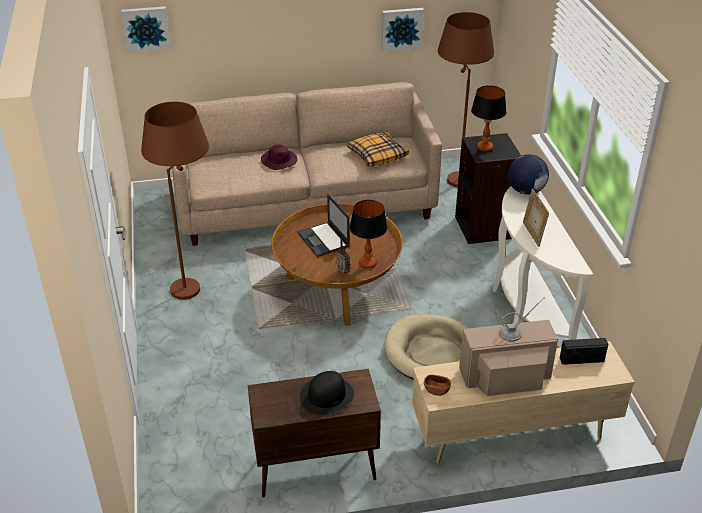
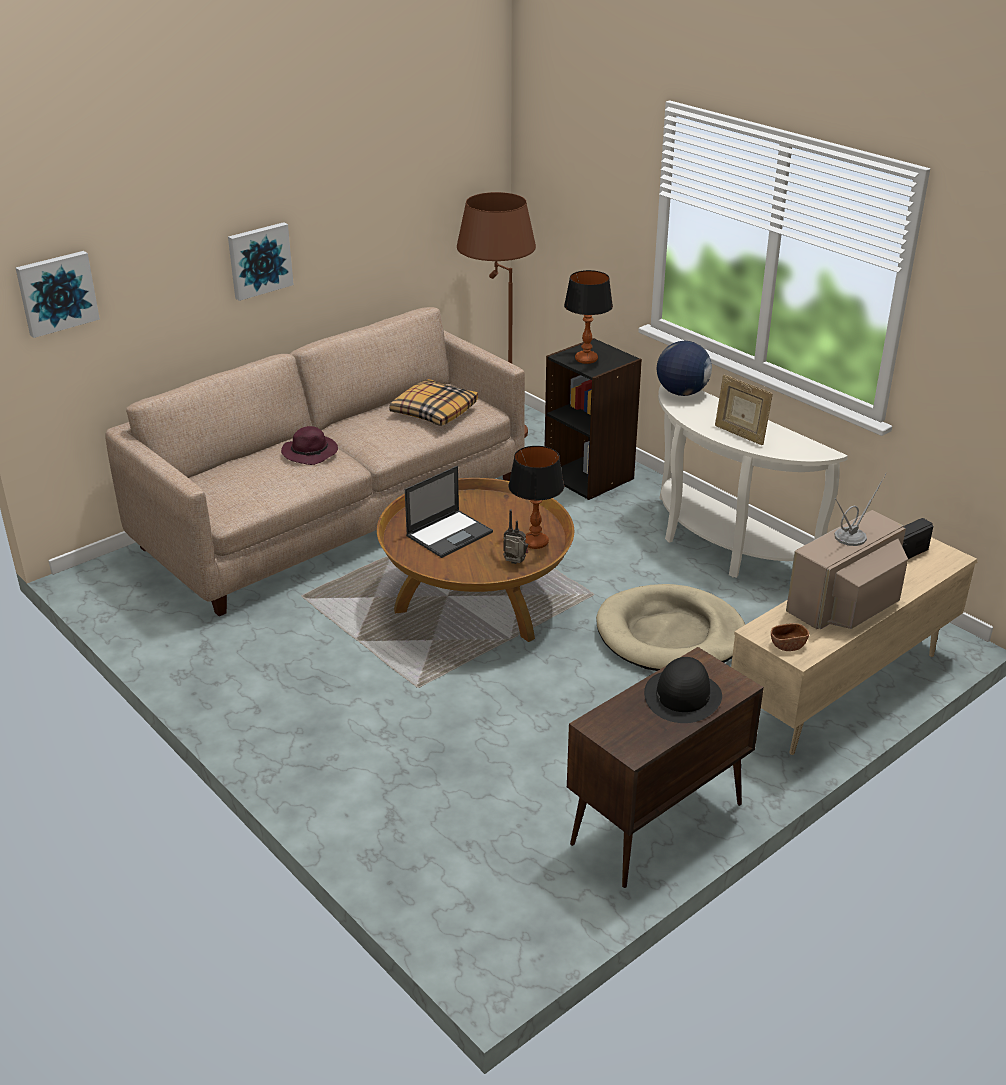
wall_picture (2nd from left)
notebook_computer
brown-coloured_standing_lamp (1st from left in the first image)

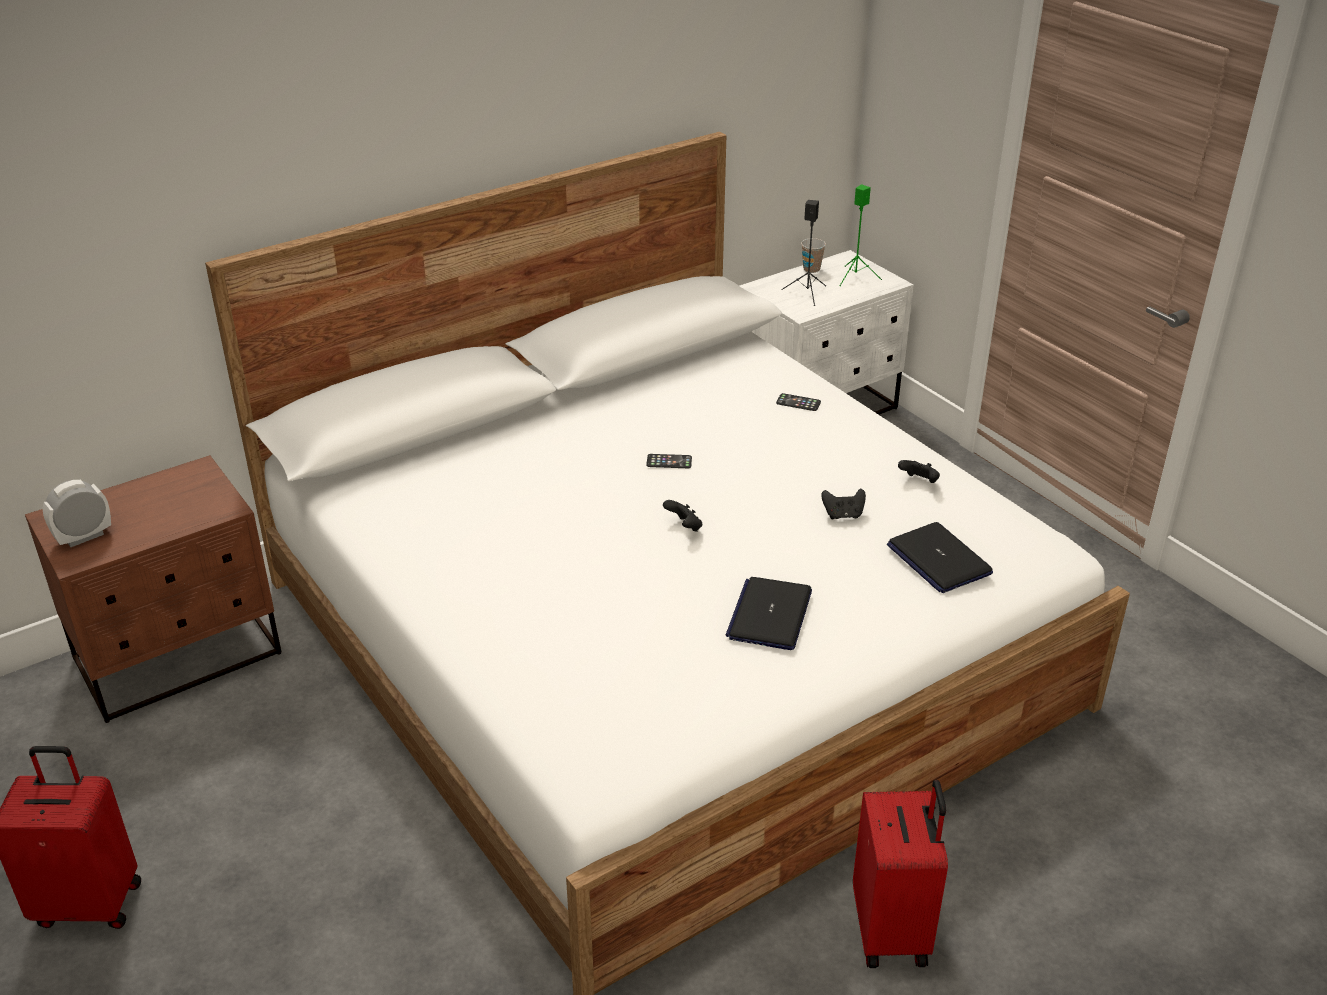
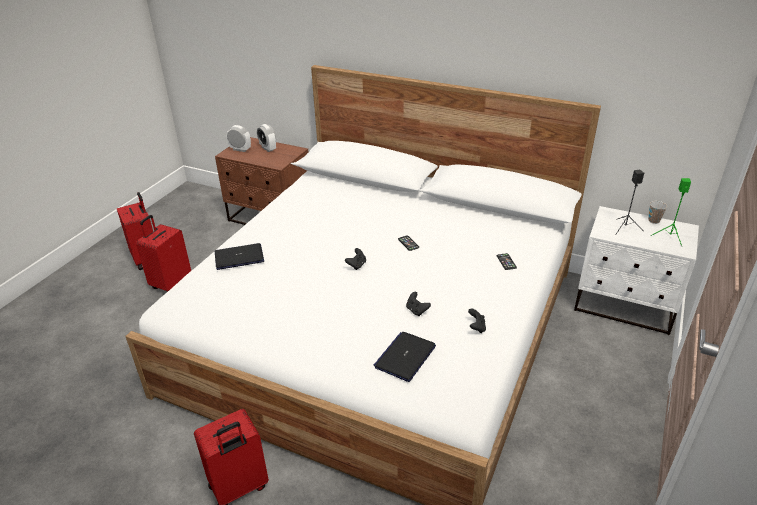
red-coloured_suitcase (2nd from left)
notebook_computer (1st from left)
alarm_clock (2nd from left)

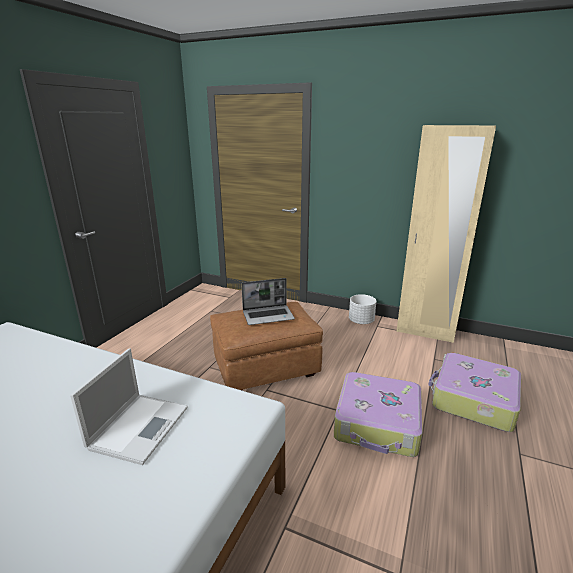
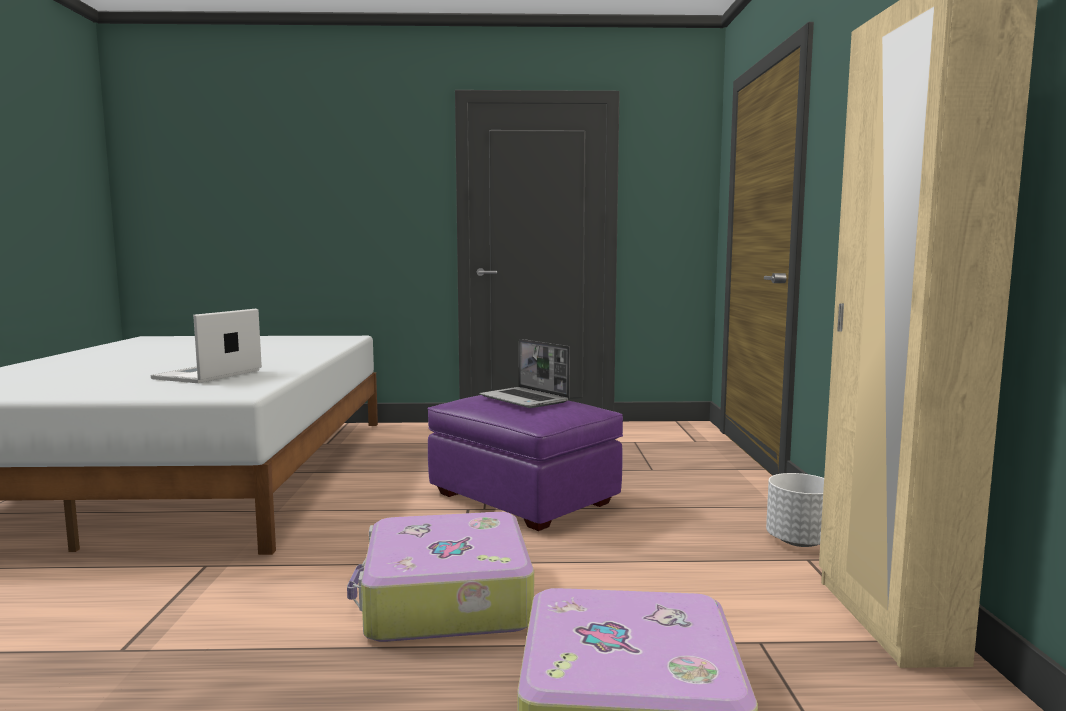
notebook_computer (1st from left)
purple-coloured_footrest

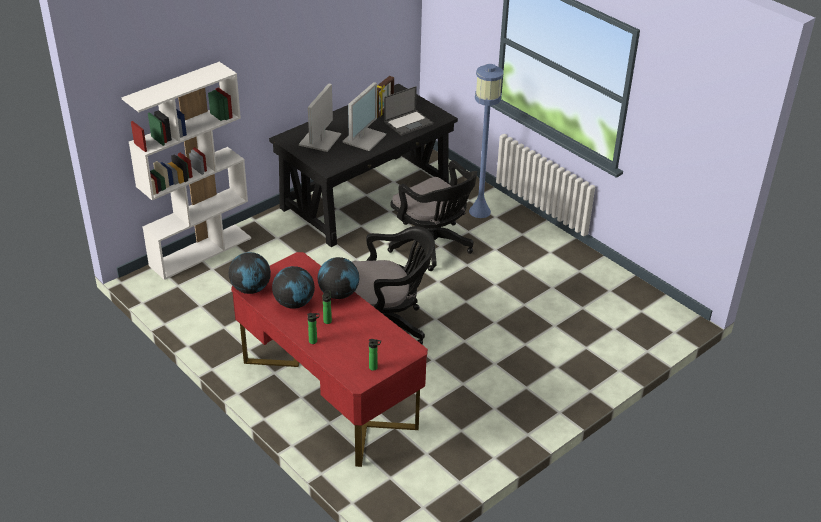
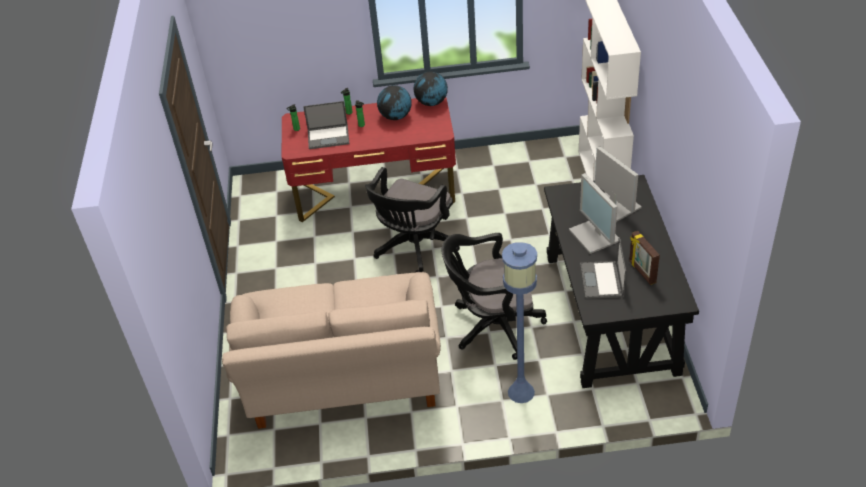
sand-coloured_sofa
notebook_computer (1st from left)
globe (3rd from left in the first image)

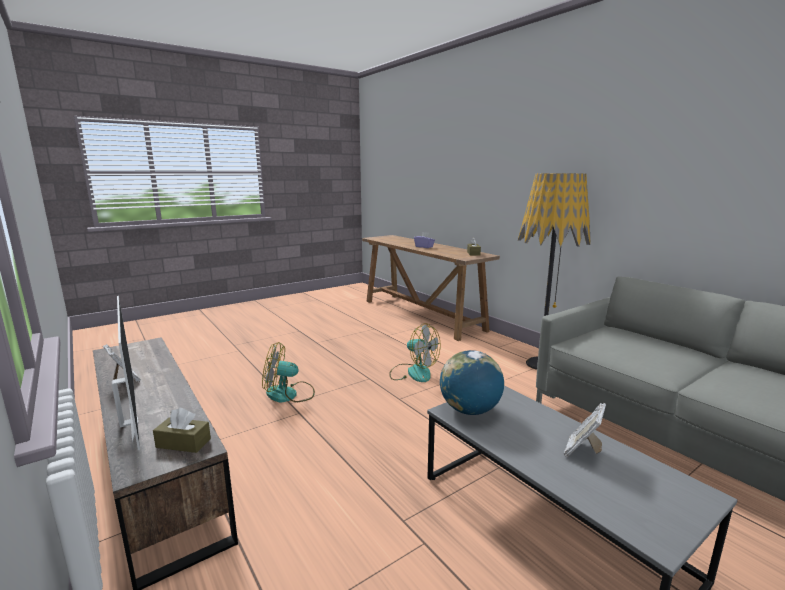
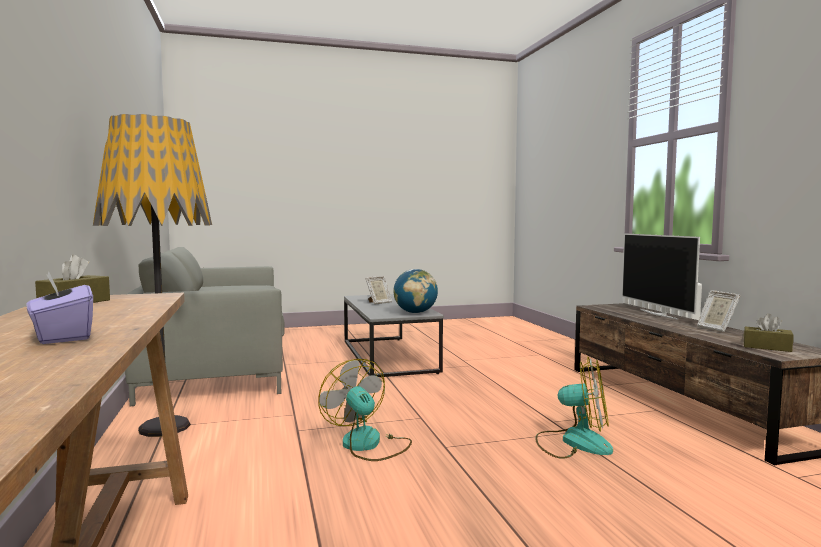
brown-coloured_box_of_tissues (2nd from left)

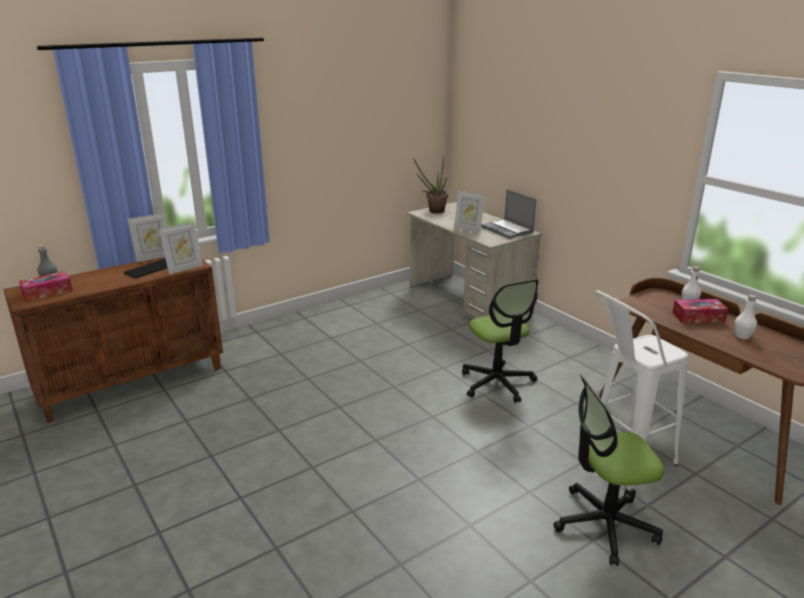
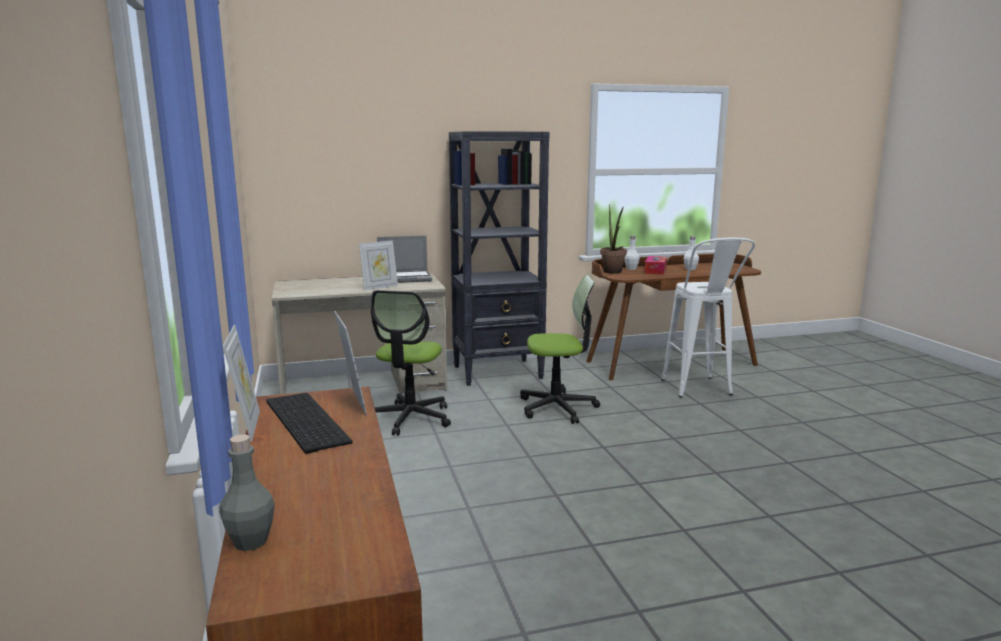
desk_chair (1st from left)
black_bookcase
houseplant
box_of_tissues (1st from left in the first image)

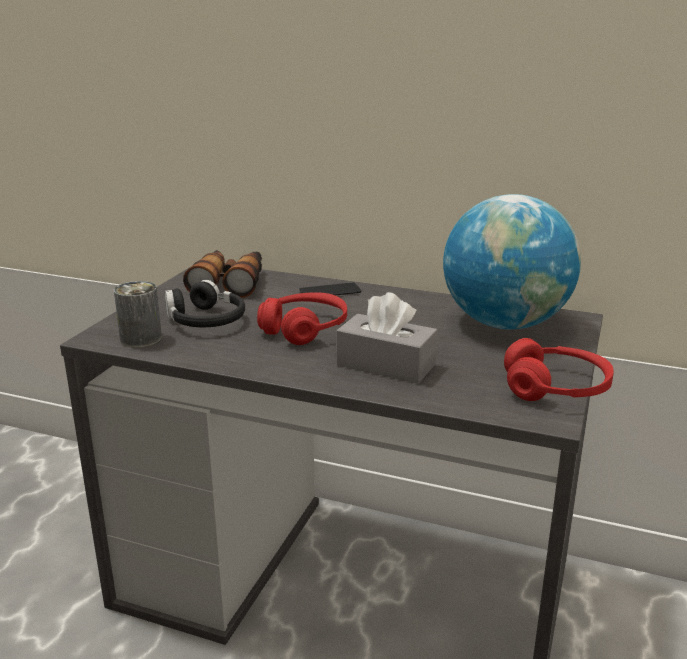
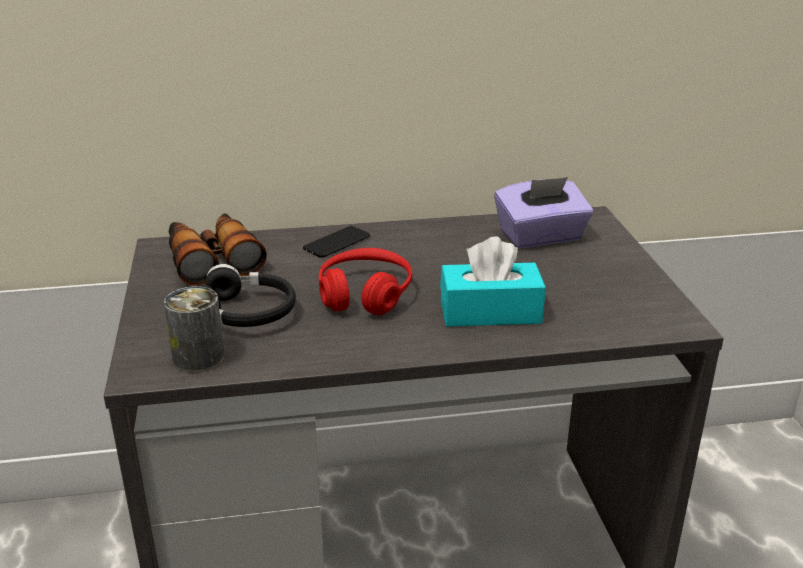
turquoise_box_of_tissues
purple-coloured_box_of_tissues
red-coloured_pair_of_headphones (2nd from left in the first image)

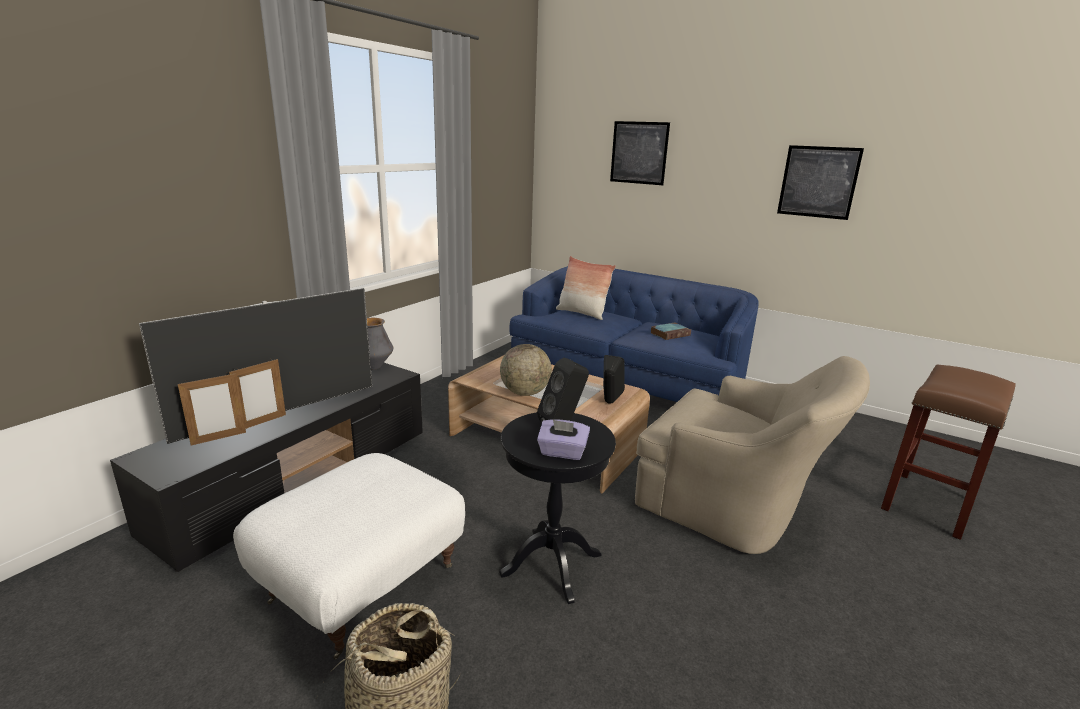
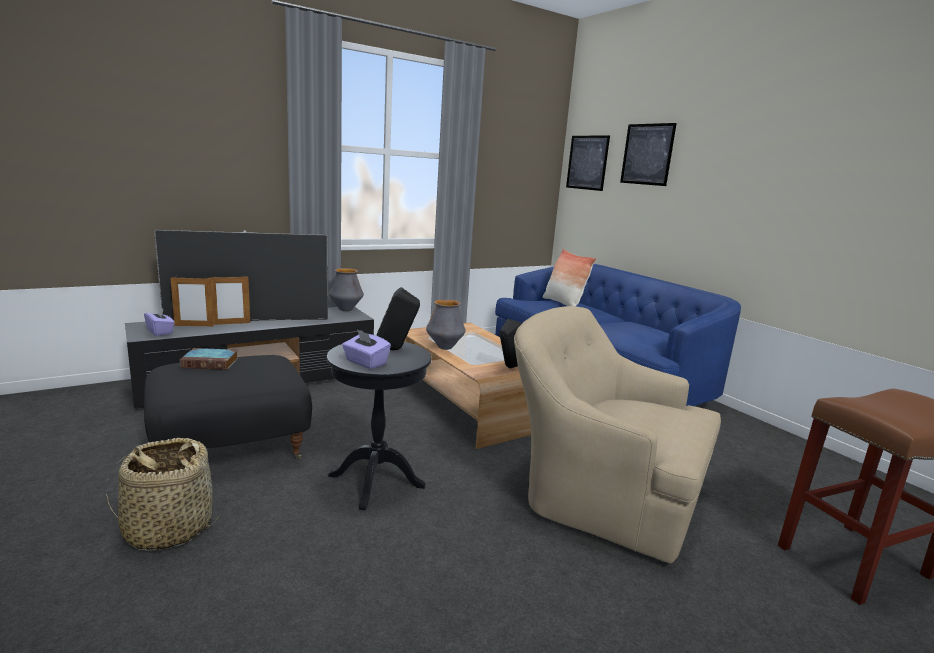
purple-coloured_box_of_tissues (1st from left)
black_footrest
bound_book
decorative_vase (2nd from left)
sand-coloured_armchair
wall_picture (1st from left)

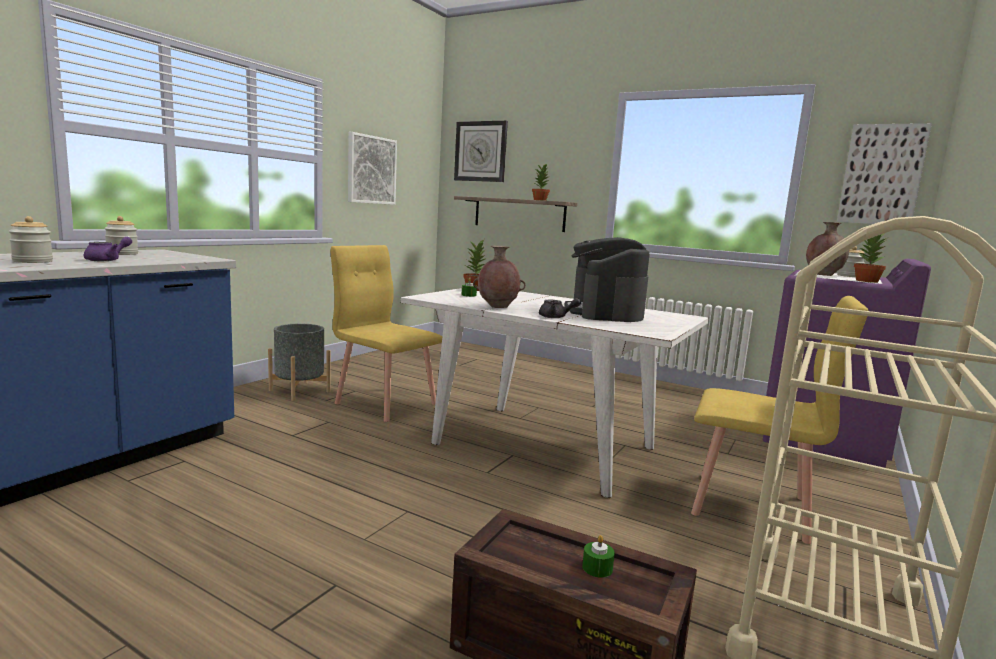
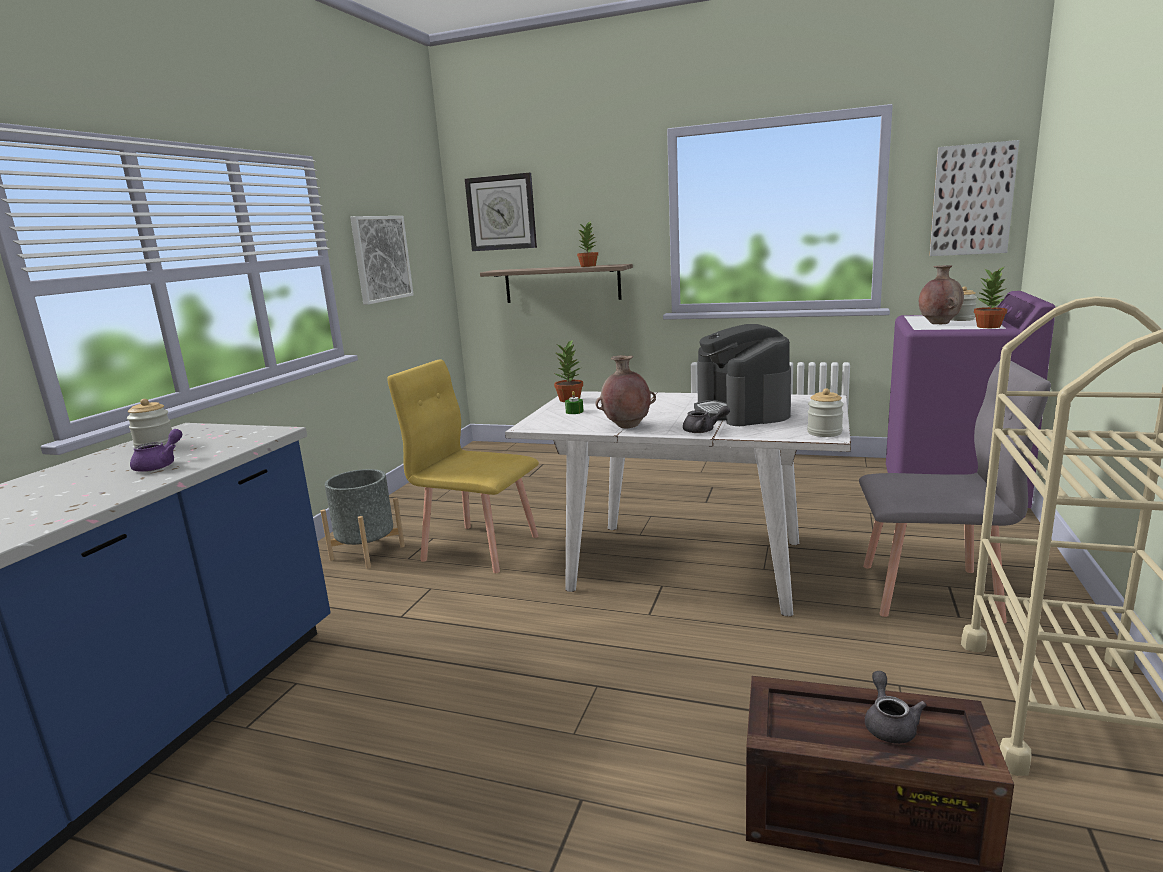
storage_jar (2nd from left)
greyish_upright_chair
greyish_tea_pot (2nd from left)

